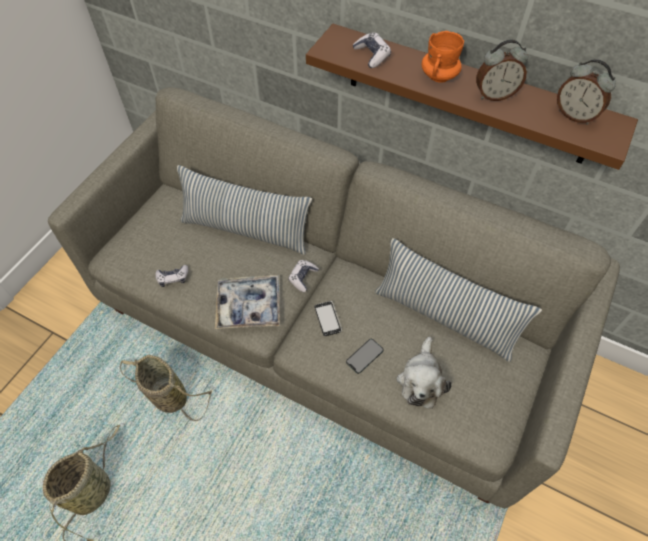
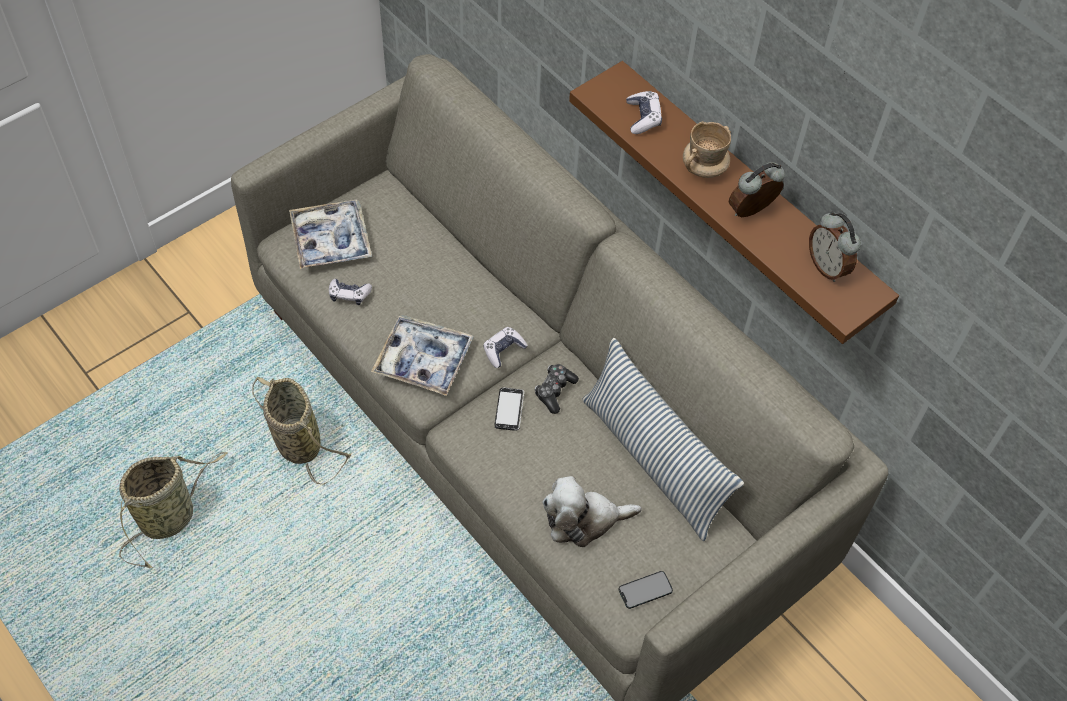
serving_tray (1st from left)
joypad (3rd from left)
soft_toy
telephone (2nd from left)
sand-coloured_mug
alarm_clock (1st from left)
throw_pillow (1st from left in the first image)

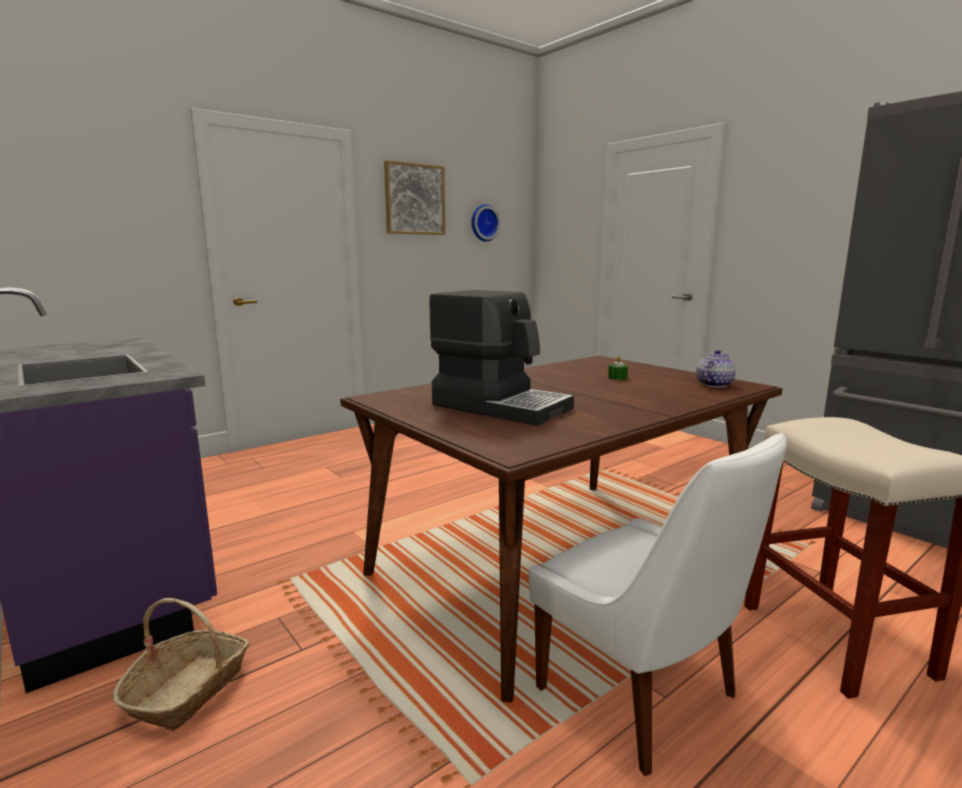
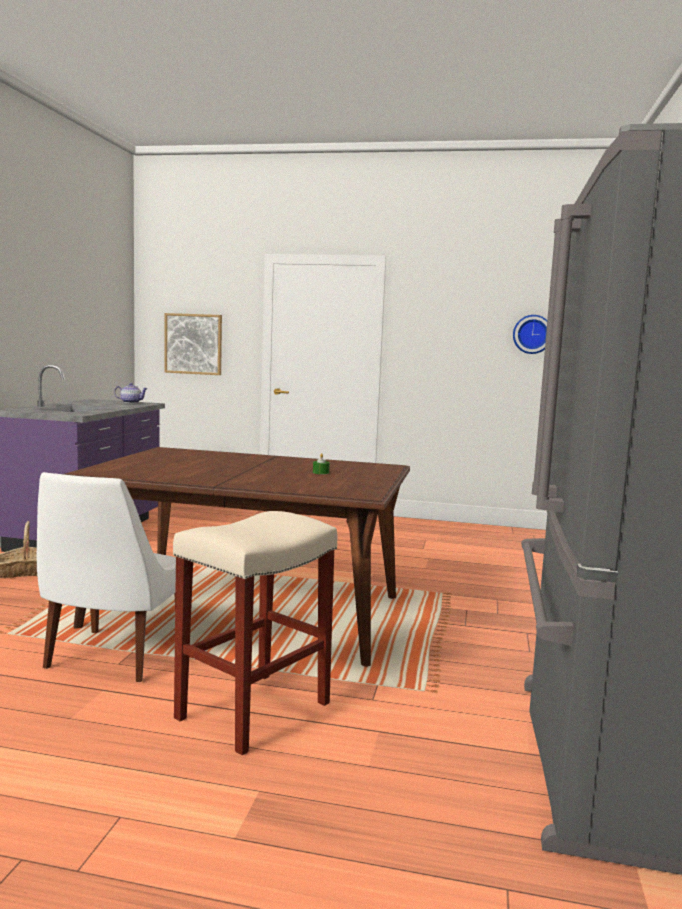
tea_pot
wall_picture
coffee_maker

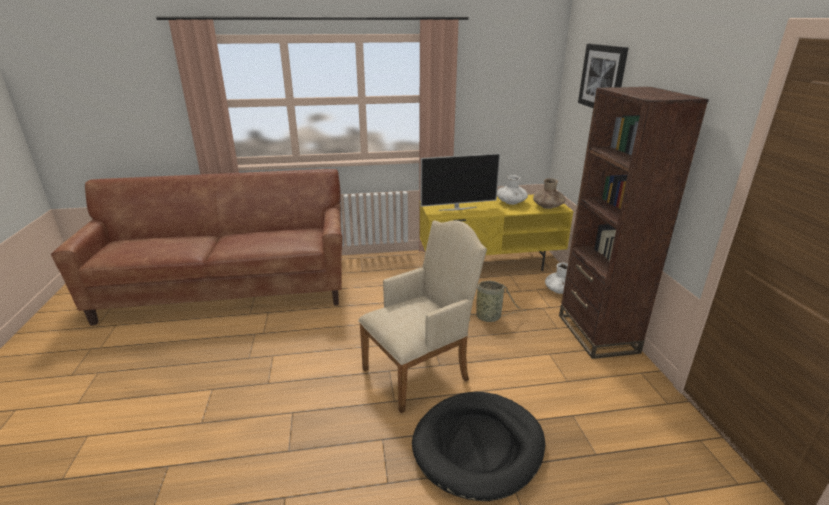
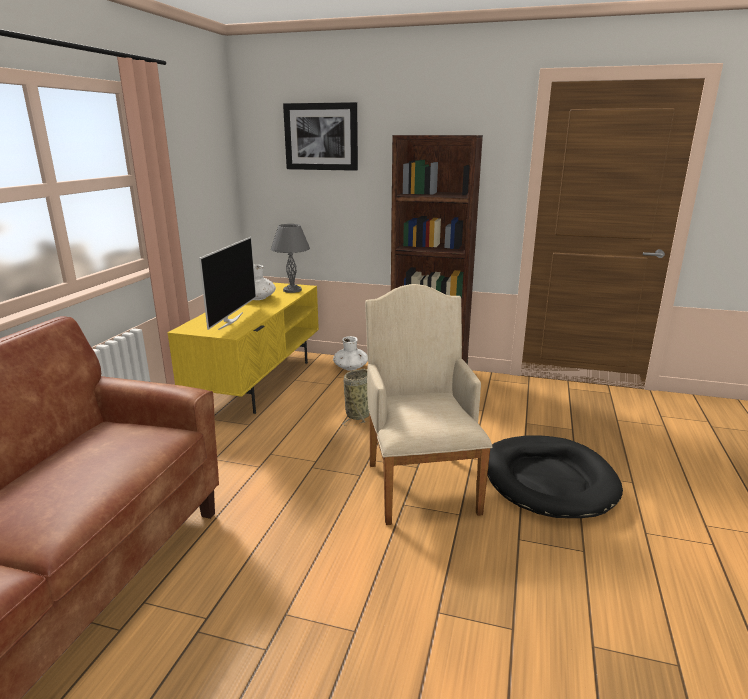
greyish_tabletop_lamp

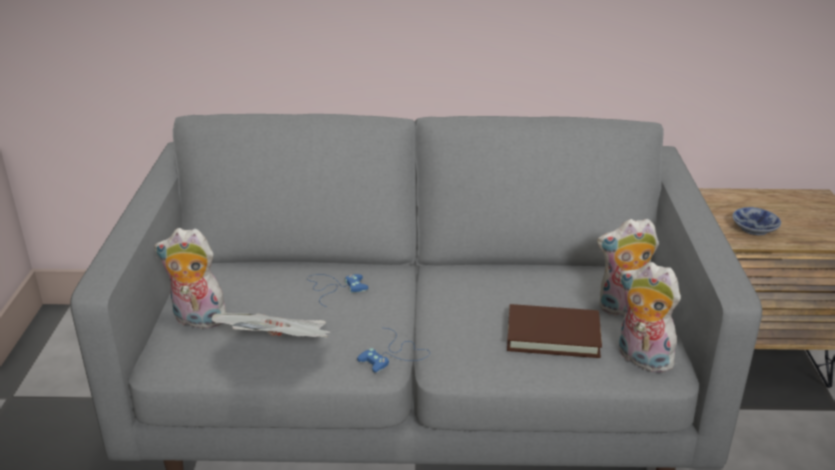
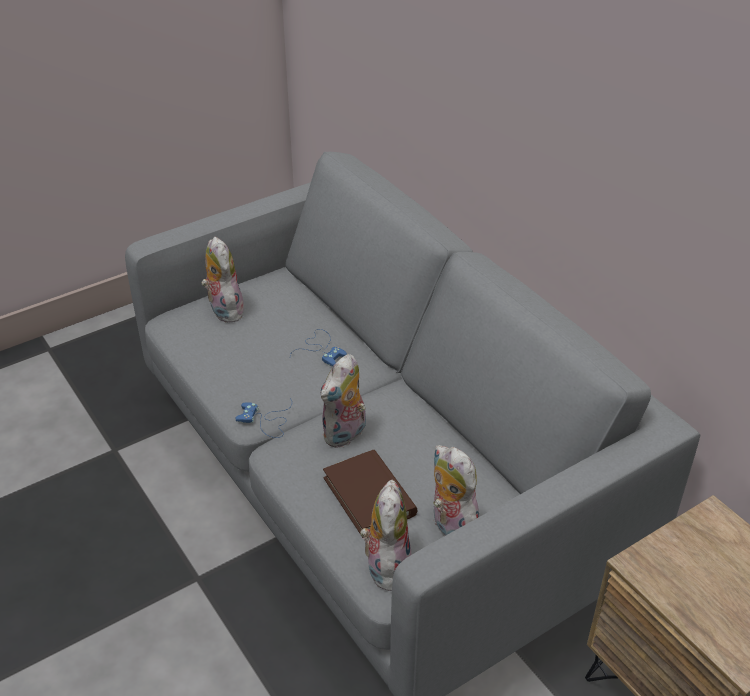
soft_toy (2nd from left)
newspaper
bowl

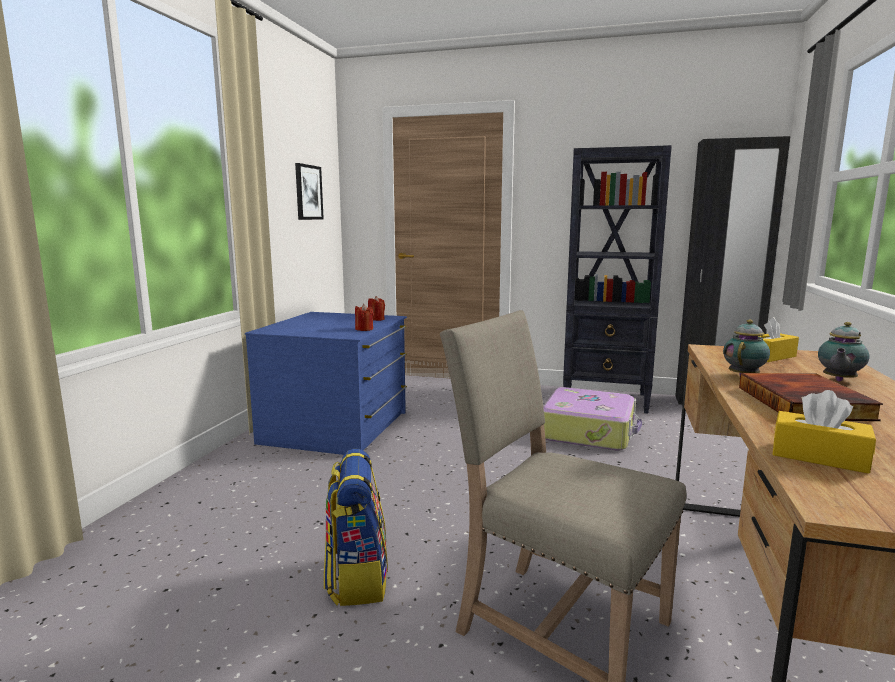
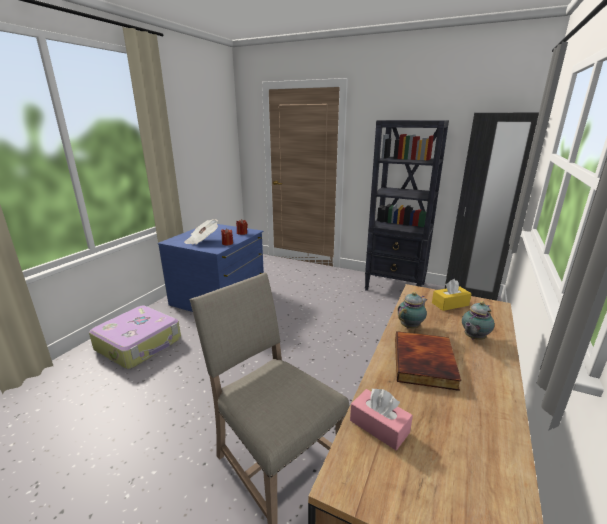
suitcase
newspaper
pinkish_box_of_tissues
wall_picture
knapsack

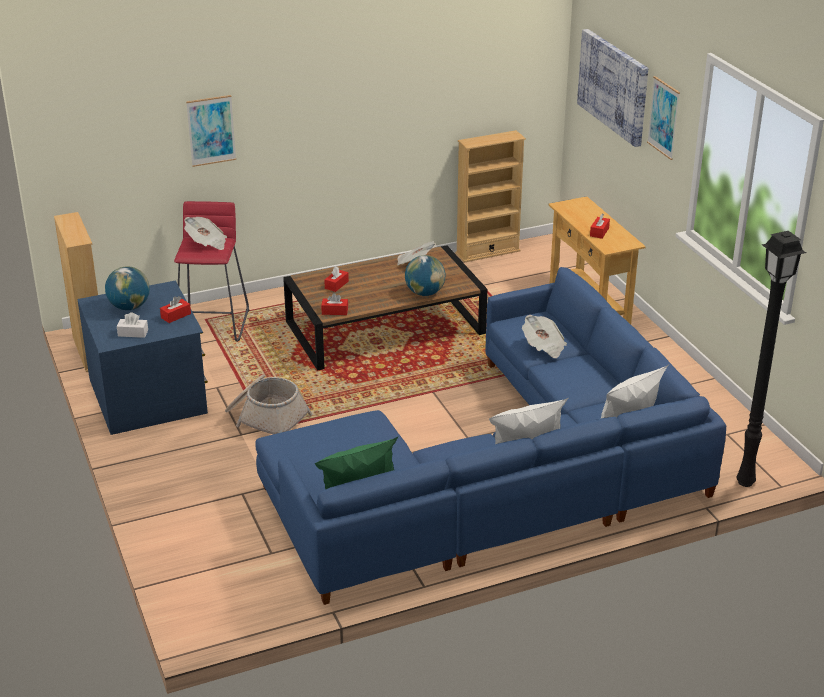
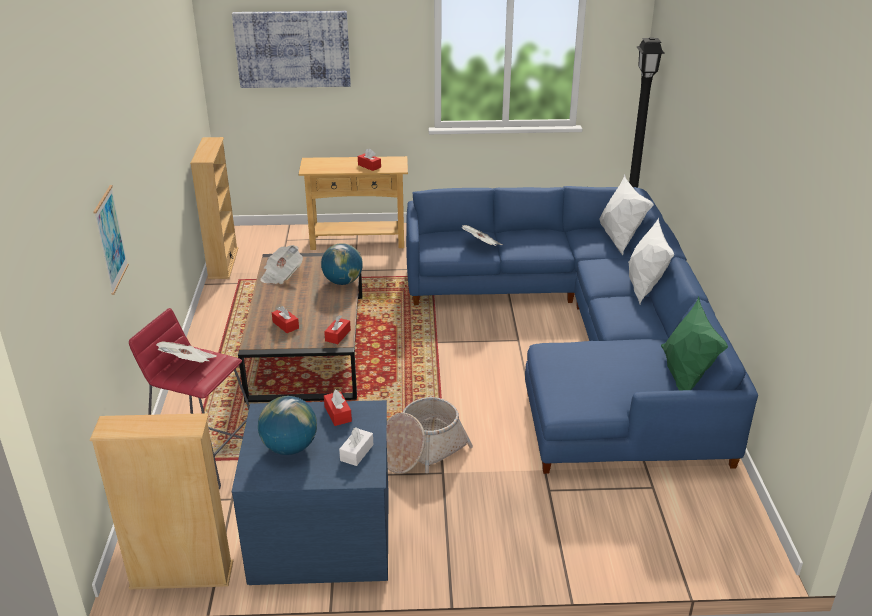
wall_picture (3rd from left in the first image)

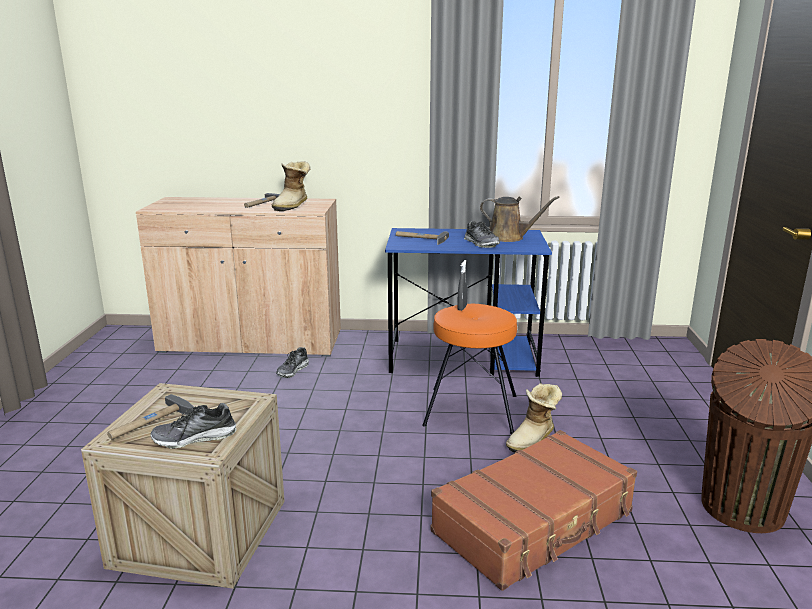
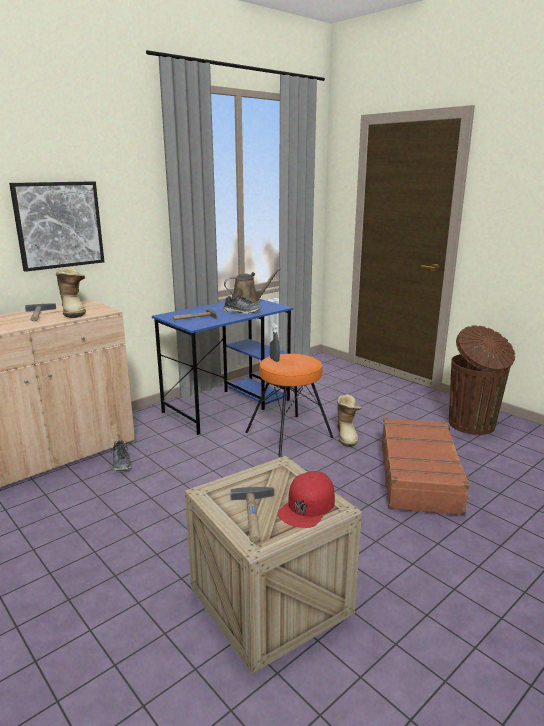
wall_picture
red-coloured_peaked_cap

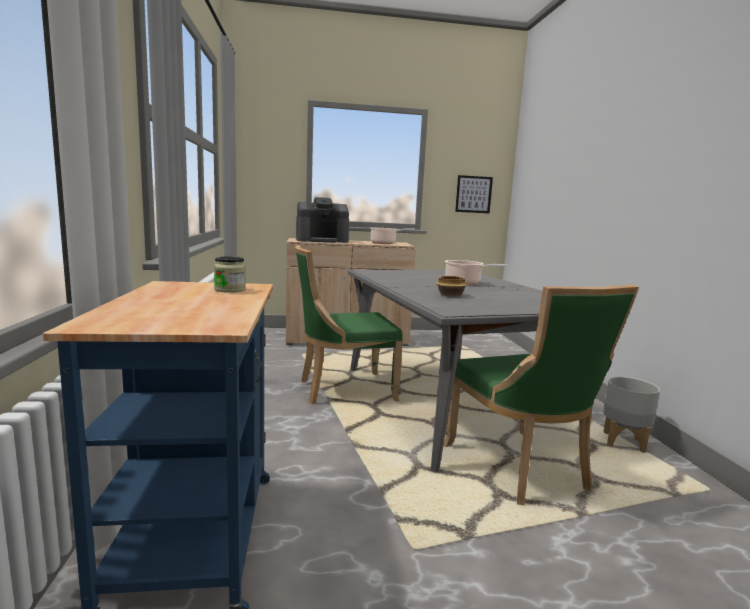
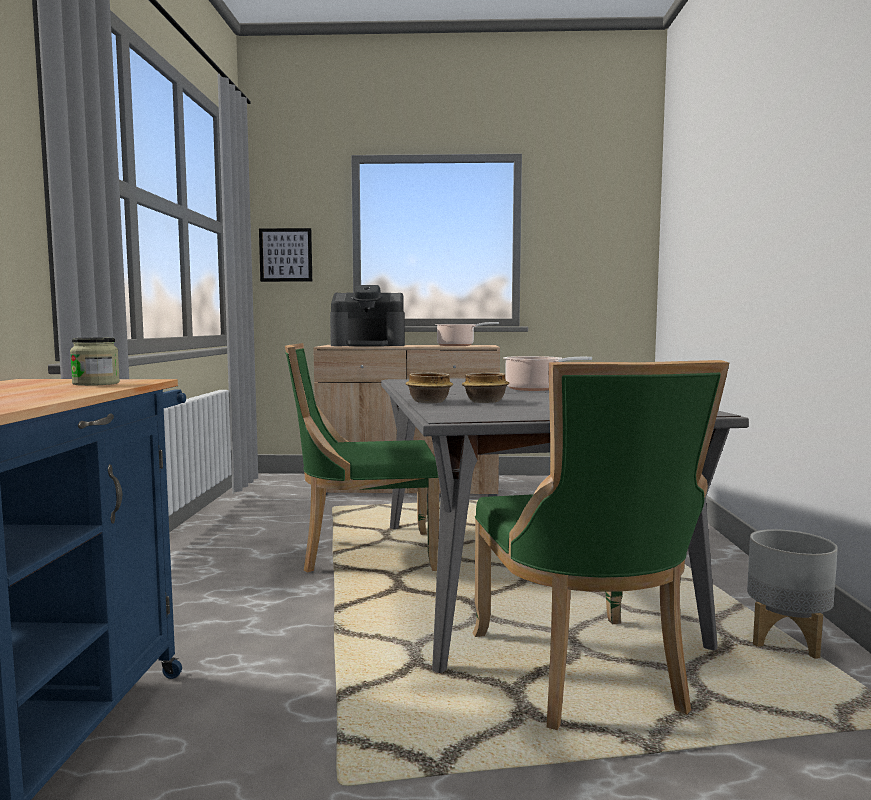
wall_picture
bowl (1st from left)

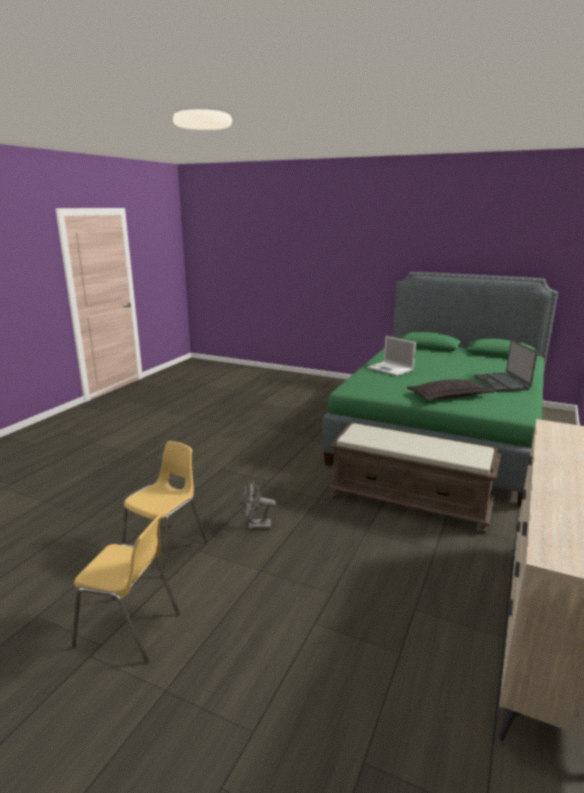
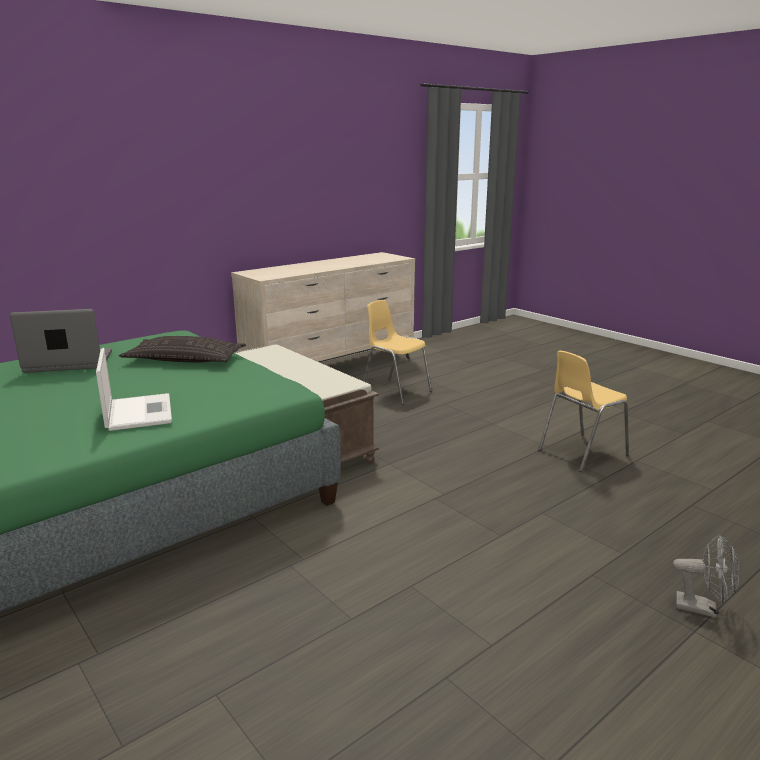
notebook_computer (1st from left)
yellow_upright_chair (1st from left)
greyish_fan

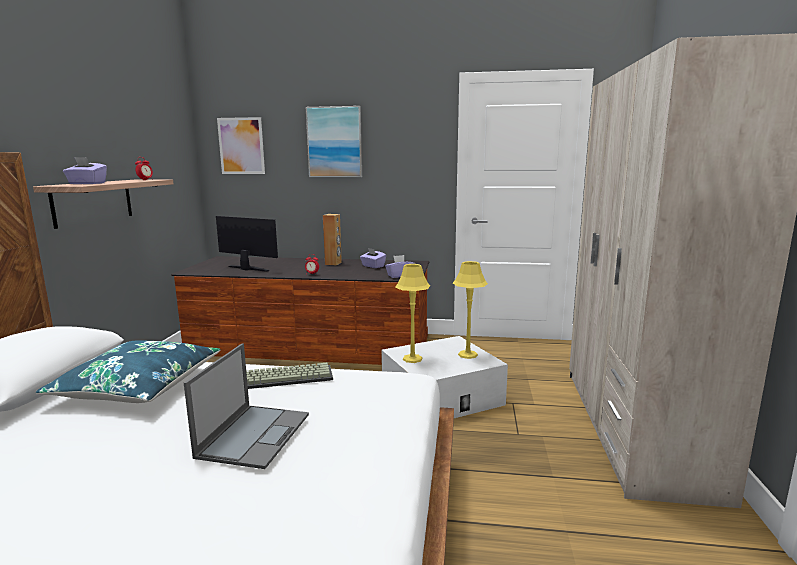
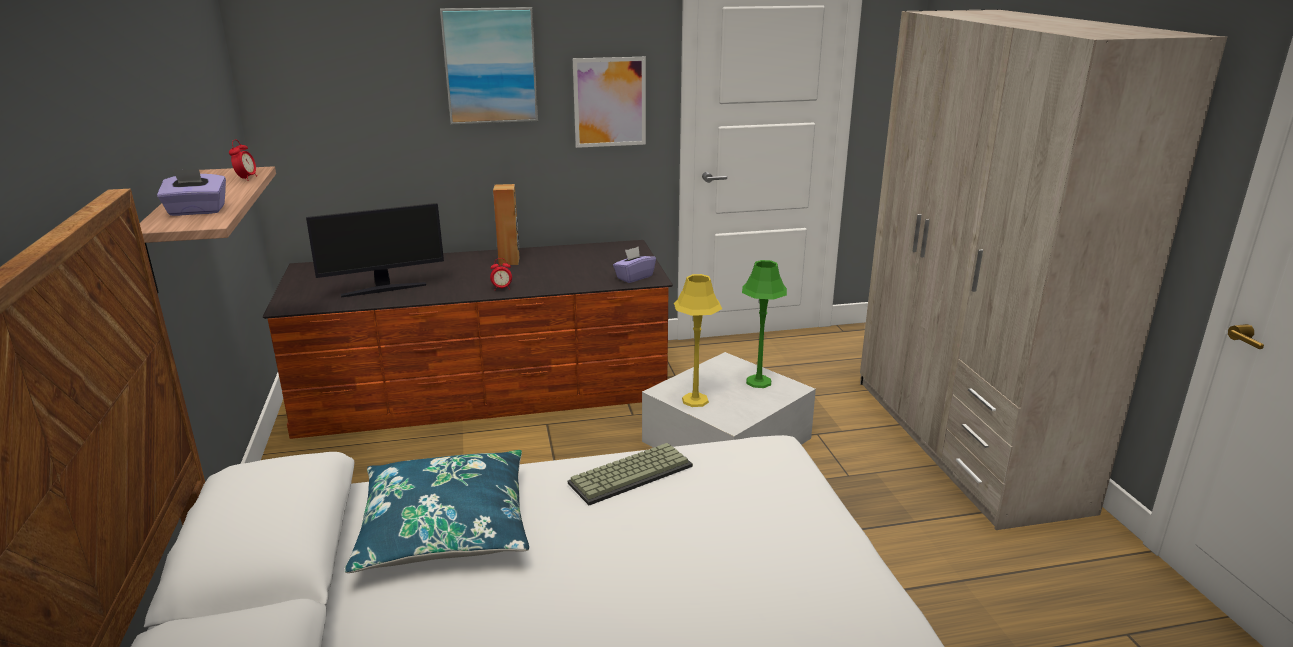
computer_display
wall_picture (2nd from left)
green_tabletop_lamp
notebook_computer
purple-coloured_box_of_tissues (2nd from left in the first image)

